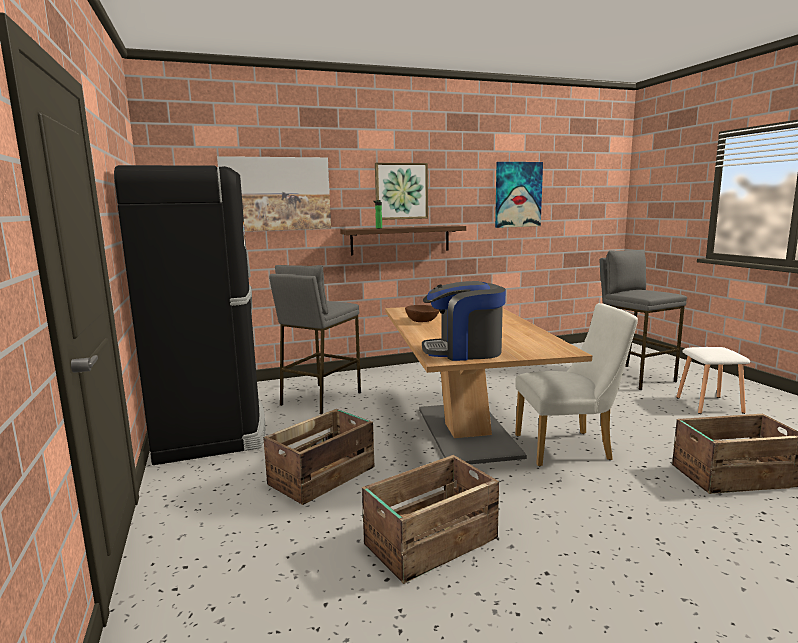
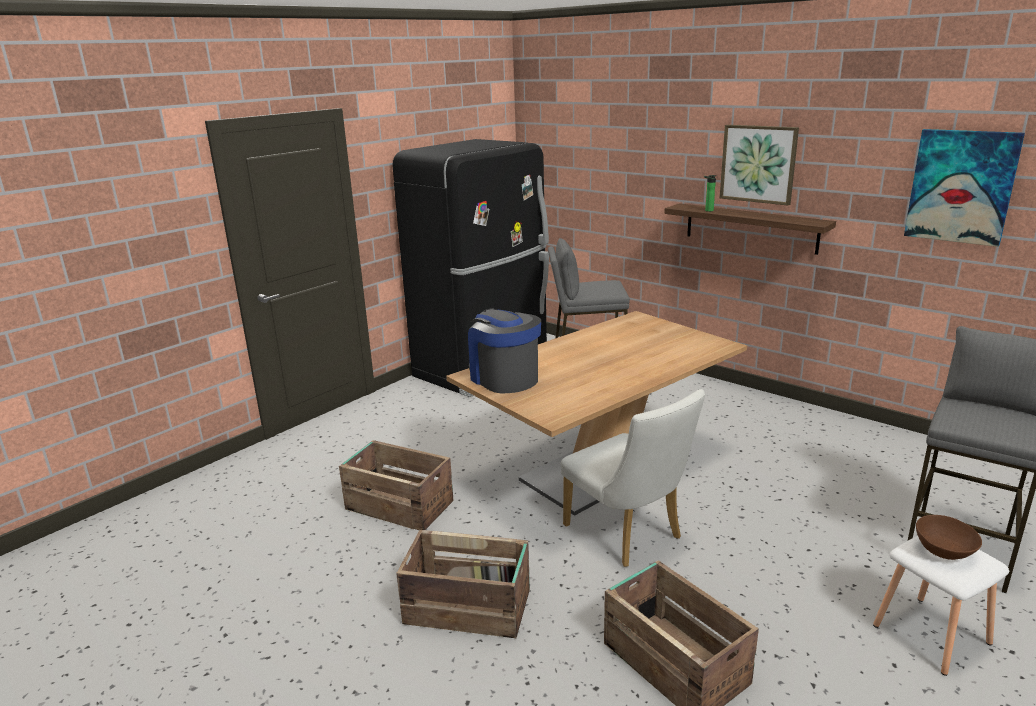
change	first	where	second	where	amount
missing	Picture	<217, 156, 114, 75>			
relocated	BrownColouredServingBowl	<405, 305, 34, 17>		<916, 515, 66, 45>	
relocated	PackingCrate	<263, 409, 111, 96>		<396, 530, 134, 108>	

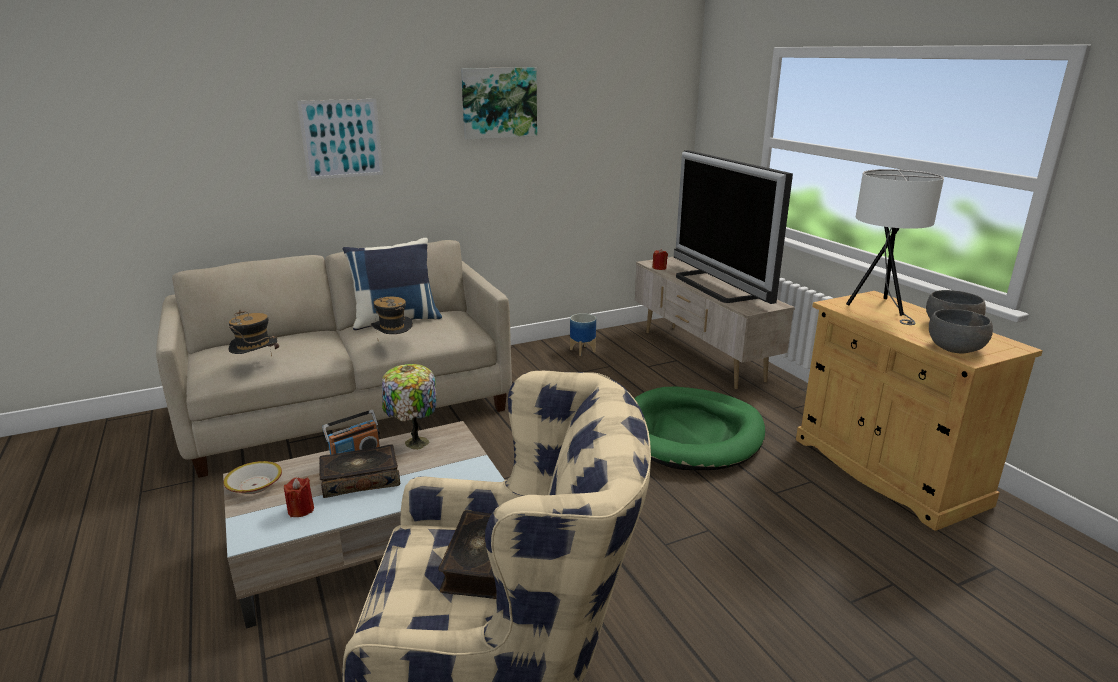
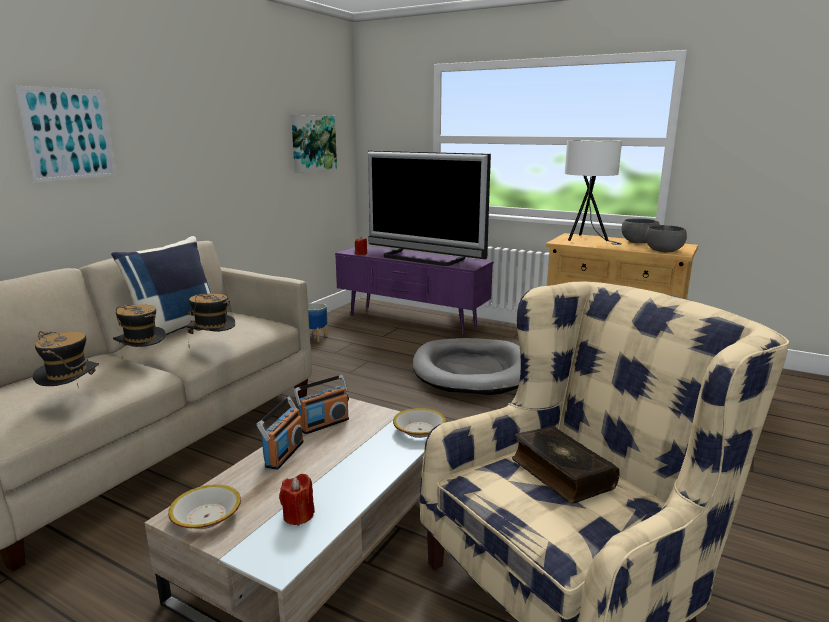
change	first	where	second	where	amount
relocated	Picture	<461, 67, 76, 73>		<291, 115, 46, 58>	
colour	BeigeMediaConsole	<635, 257, 160, 132>	PurpleMediaConsole	<335, 246, 159, 90>	
exchanged	TabletopLamp	<382, 364, 55, 86>	RadioSet	<294, 375, 55, 59>	
colour	GreenColouredDogBed	<634, 387, 131, 83>	GrayDogBed	<413, 338, 108, 57>	
missing	Volume	<319, 444, 81, 54>			
appeared			Hat	<113, 305, 53, 54>	
appeared			ServingBowl	<393, 408, 53, 30>	

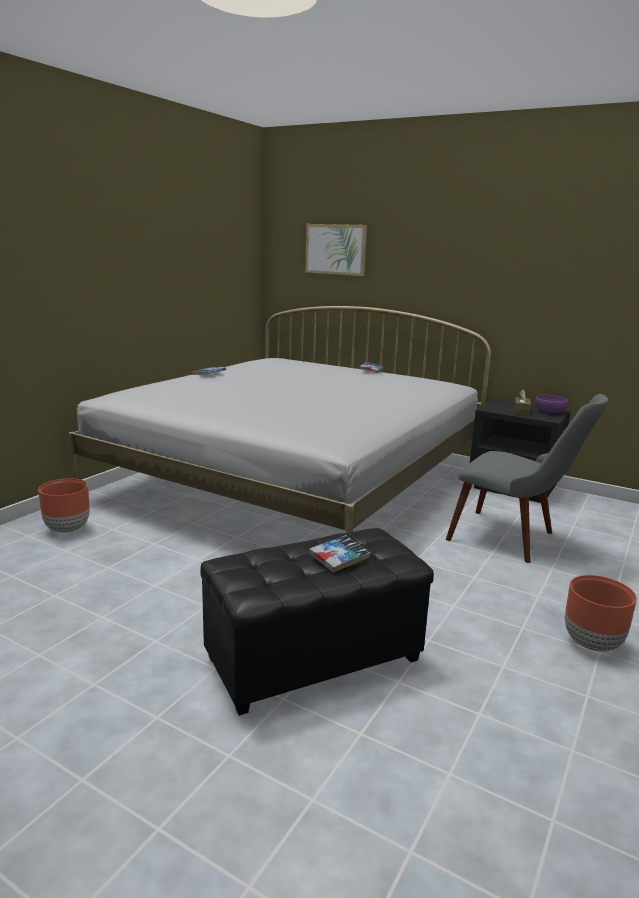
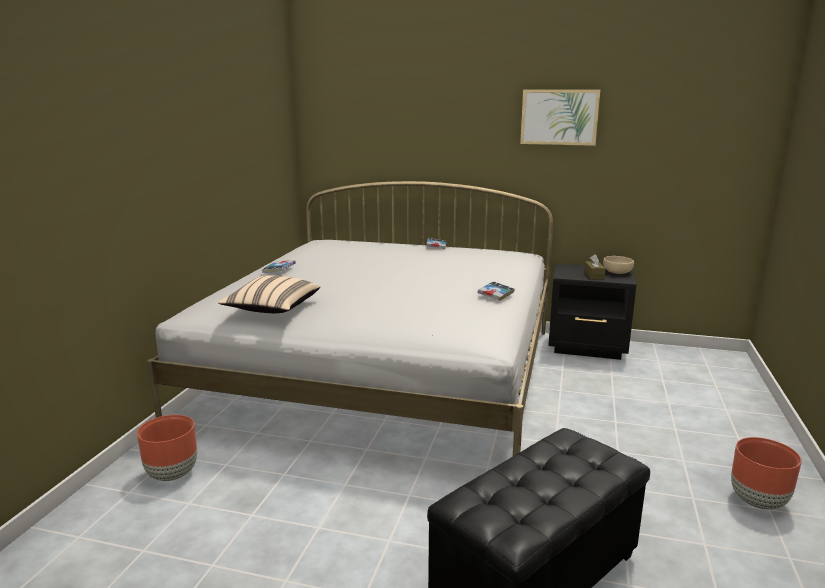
change	first	where	second	where	amount
relocated	Picture	<305, 224, 62, 52>		<520, 90, 80, 56>	
missing	GrayPlainChair	<446, 394, 162, 169>			
colour	PurpleServingBowl	<535, 395, 33, 18>	BeigeServingBowl	<603, 256, 31, 18>	
relocated	Volume	<309, 535, 62, 37>		<478, 281, 37, 20>	
appeared			BeigePillow	<218, 275, 102, 38>	

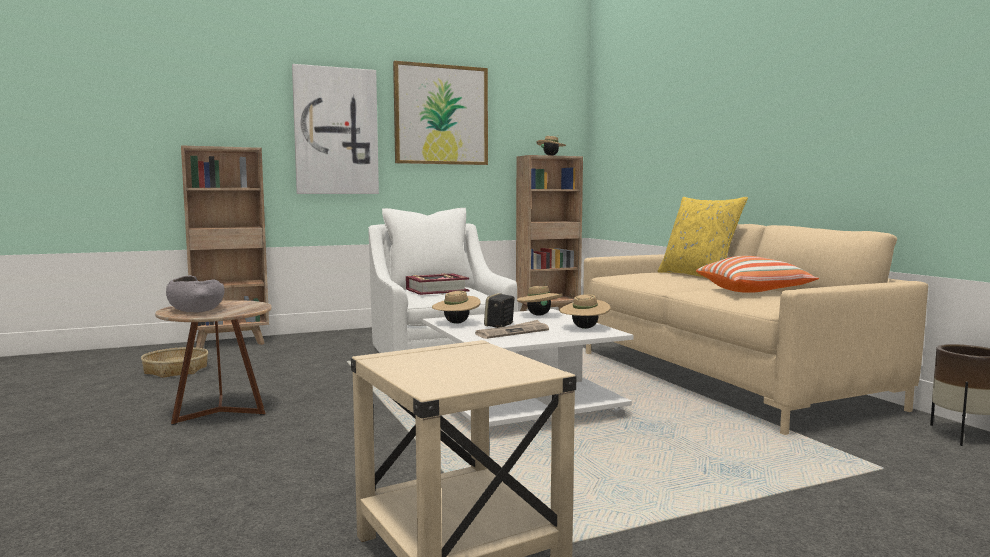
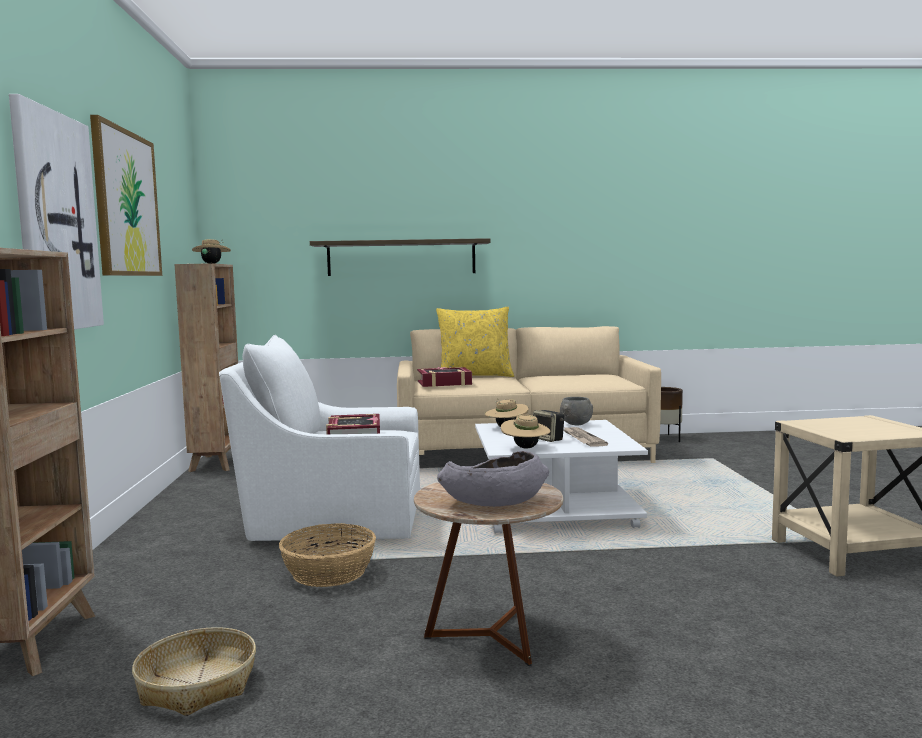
change	first	where	second	where	amount
missing	Pillow	<696, 256, 123, 37>			
exchanged	BeigeHat	<559, 294, 52, 35>	GrayServingBowl	<560, 397, 33, 29>	
appeared			WallShelf	<310, 238, 181, 38>	
appeared			Volume	<417, 367, 55, 20>	
appeared			StorageBasket	<279, 523, 97, 64>	

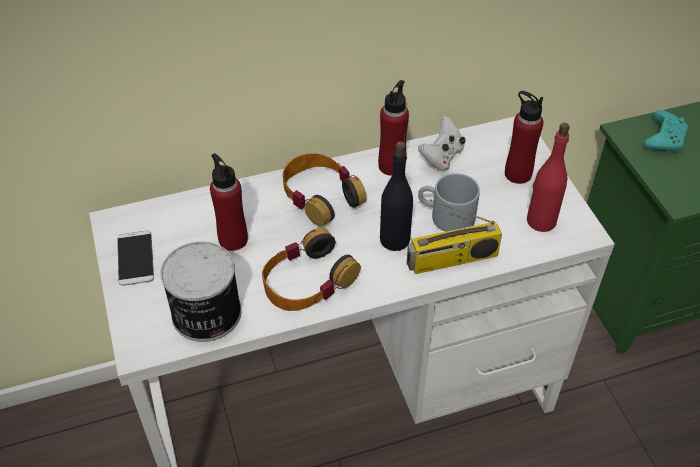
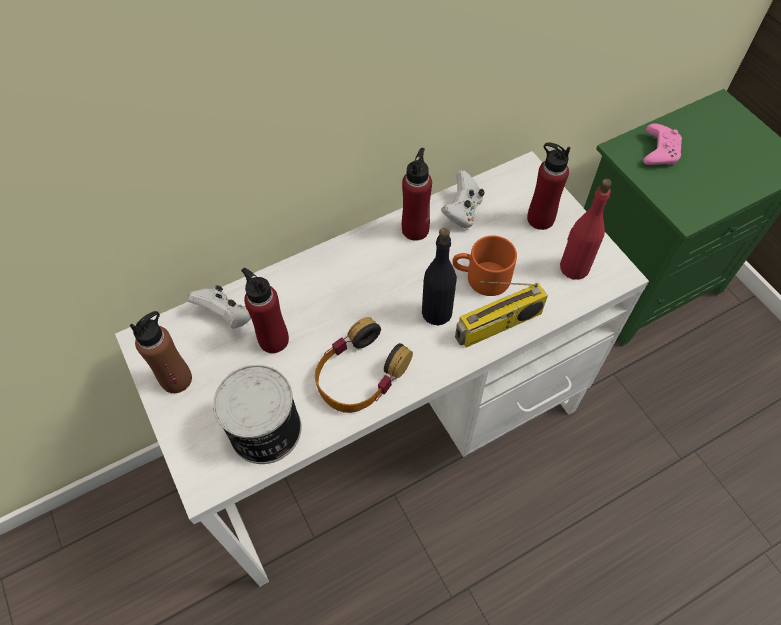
change	first	where	second	where	amount
colour	TurquoiseColouredJoypad	<644, 110, 44, 42>	PinkishJoypad	<643, 124, 39, 41>	
missing	PairOfHeadphones	<283, 153, 83, 73>			
colour	GrayTeaMug	<418, 173, 62, 59>	OrangeyTeaMug	<452, 235, 65, 61>	
exchanged	Phone	<117, 231, 37, 55>	BrownColouredBeverageBottle	<130, 311, 62, 82>	
appeared			WhitishJoypad	<188, 285, 63, 43>	

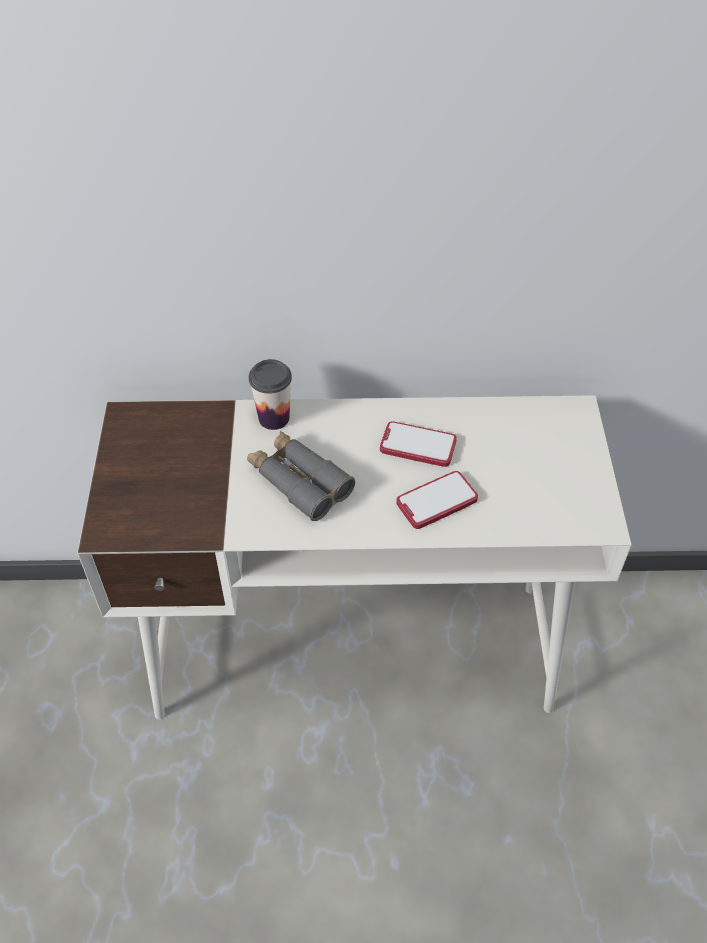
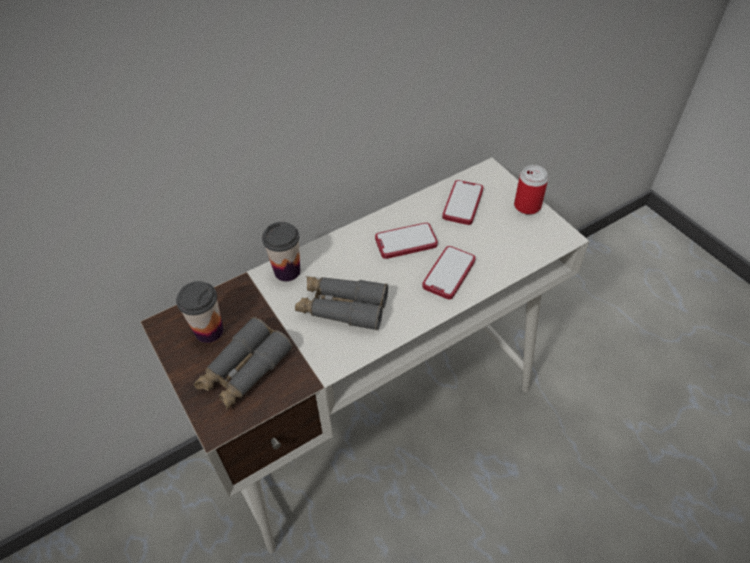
change	first	where	second	where	amount
appeared			SealedCan	<514, 165, 34, 50>	
appeared			Phone	<442, 180, 41, 45>	
appeared			DrinkingCup	<176, 281, 47, 62>	
appeared			GrayFieldGlasses	<194, 317, 99, 93>	

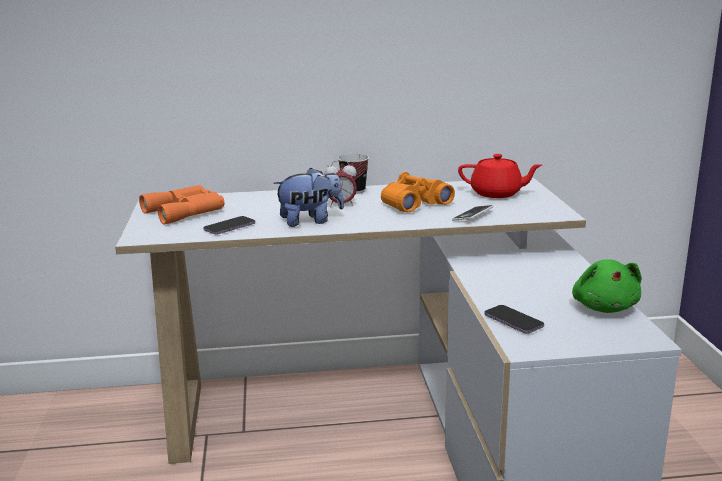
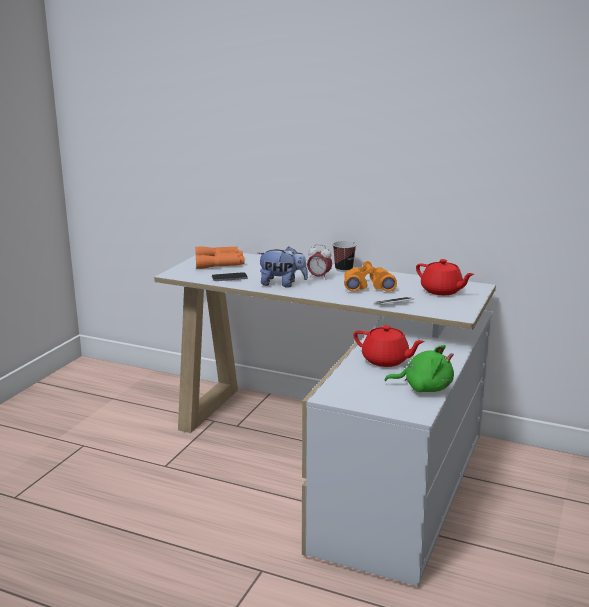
change	first	where	second	where	amount
spun	GreenColouredPlushToy	<572, 259, 69, 54>		<385, 345, 69, 47>	105 degrees counterclockwise
missing	Phone	<484, 305, 60, 29>			
appeared			RedColouredPotForTea	<353, 325, 72, 42>	

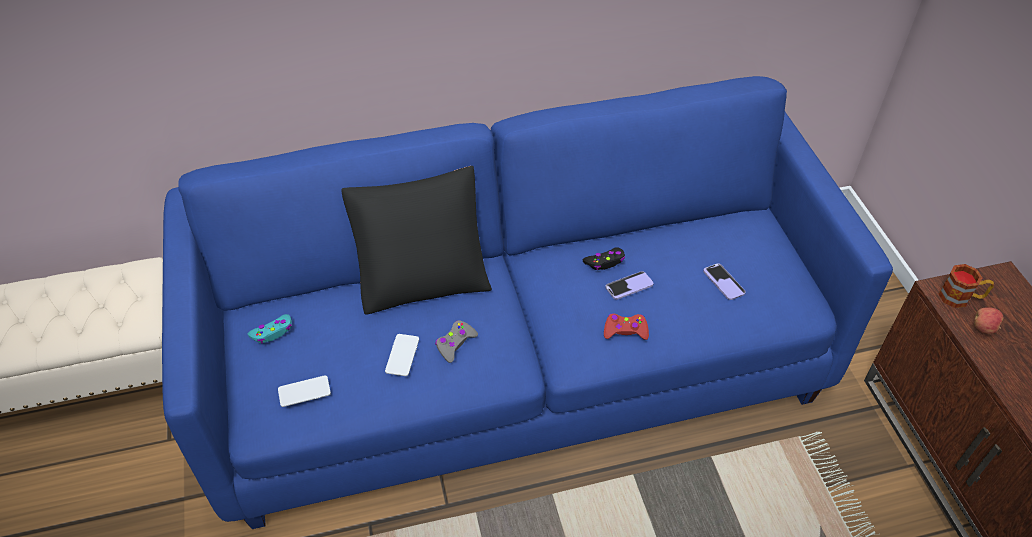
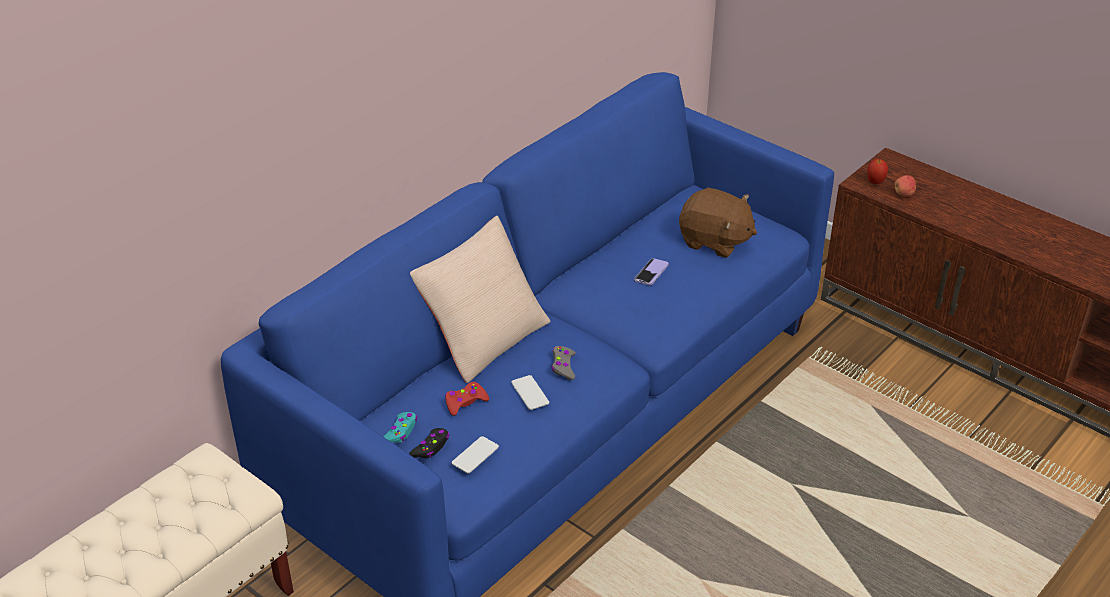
change	first	where	second	where	amount
colour	BlackColouredPillow	<341, 166, 151, 149>	BeigePillow	<410, 216, 141, 167>	
relocated	BlackColouredJoypad	<583, 247, 42, 23>		<409, 428, 41, 30>	
exchanged	Phone	<703, 263, 43, 37>	BrownColouredPlushToy	<679, 188, 78, 70>	
exchanged	TeaMug	<939, 264, 55, 44>	AppleFruit	<867, 159, 21, 25>	
relocated	RedColouredJoypad	<604, 313, 45, 27>		<445, 382, 44, 34>	

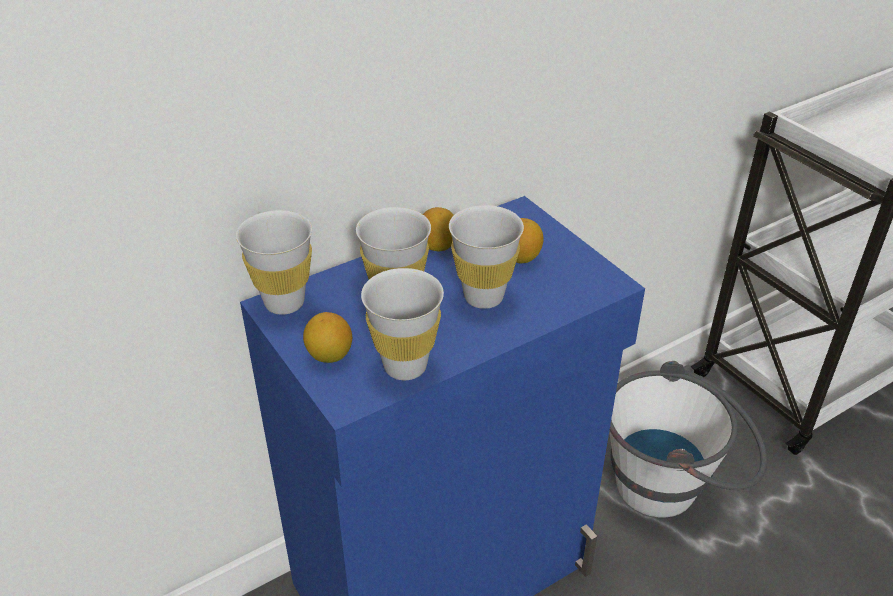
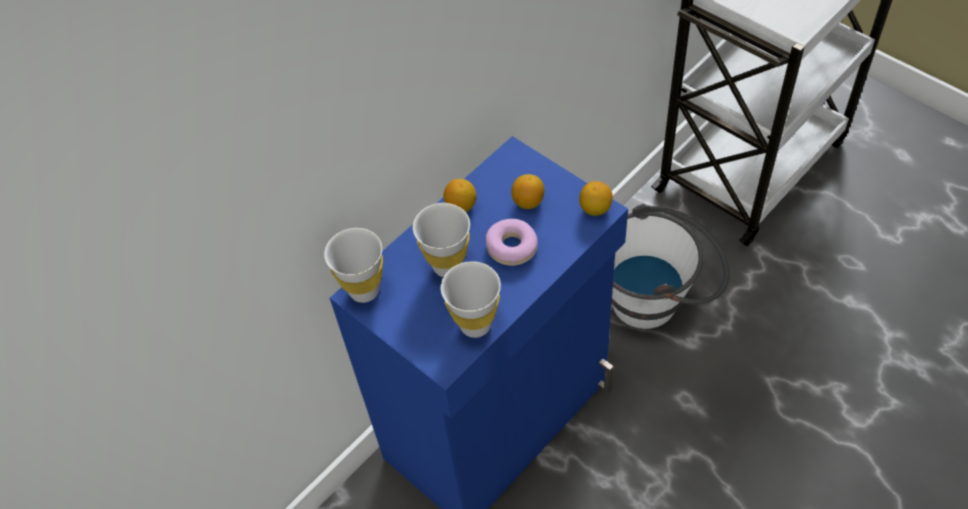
change	first	where	second	where	amount
exchanged	WhitishDrinkingCup	<449, 205, 75, 104>	Doughnut	<486, 219, 52, 47>	
relocated	Lemon	<303, 312, 49, 51>		<579, 181, 34, 35>	

